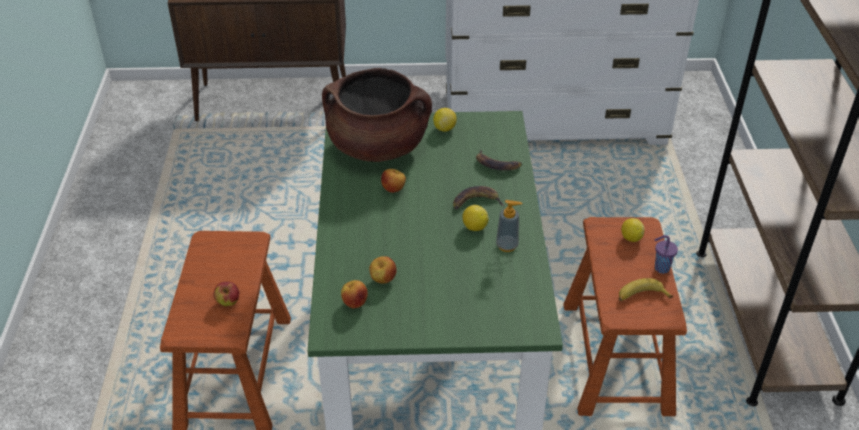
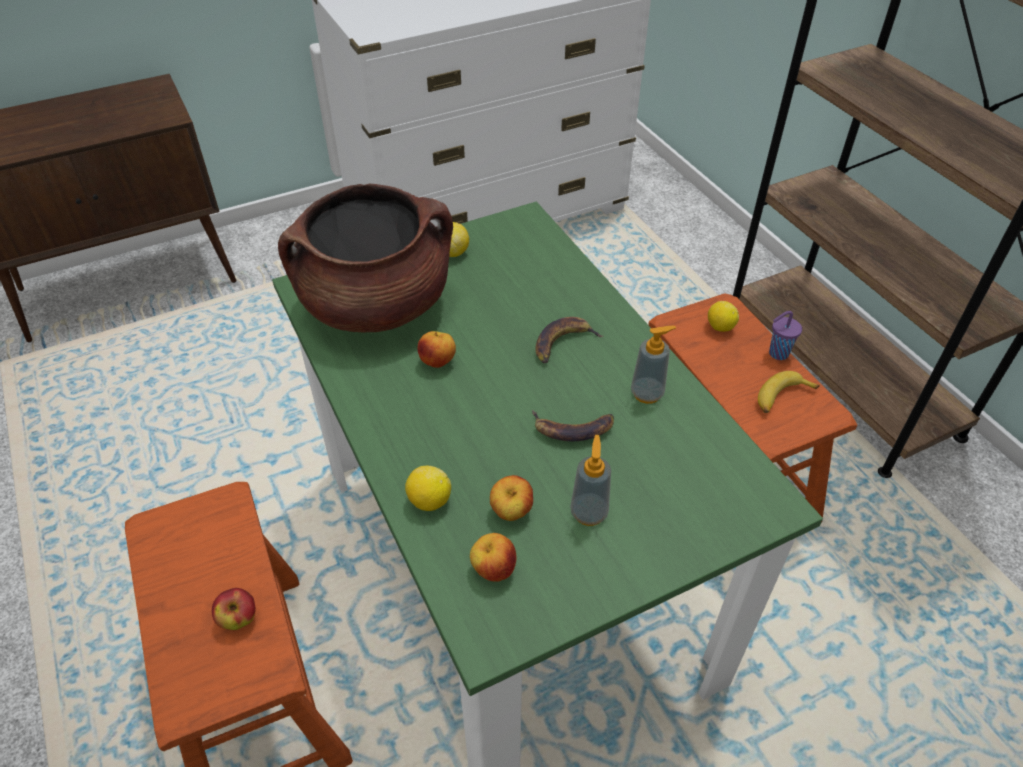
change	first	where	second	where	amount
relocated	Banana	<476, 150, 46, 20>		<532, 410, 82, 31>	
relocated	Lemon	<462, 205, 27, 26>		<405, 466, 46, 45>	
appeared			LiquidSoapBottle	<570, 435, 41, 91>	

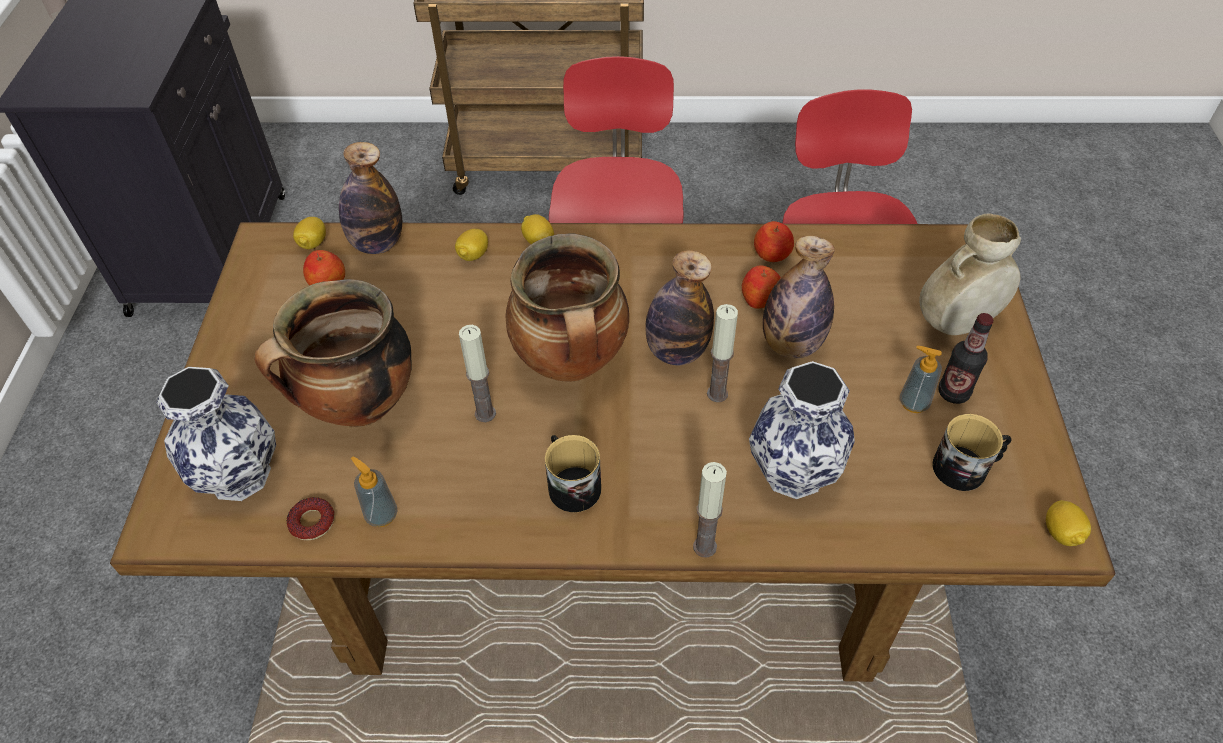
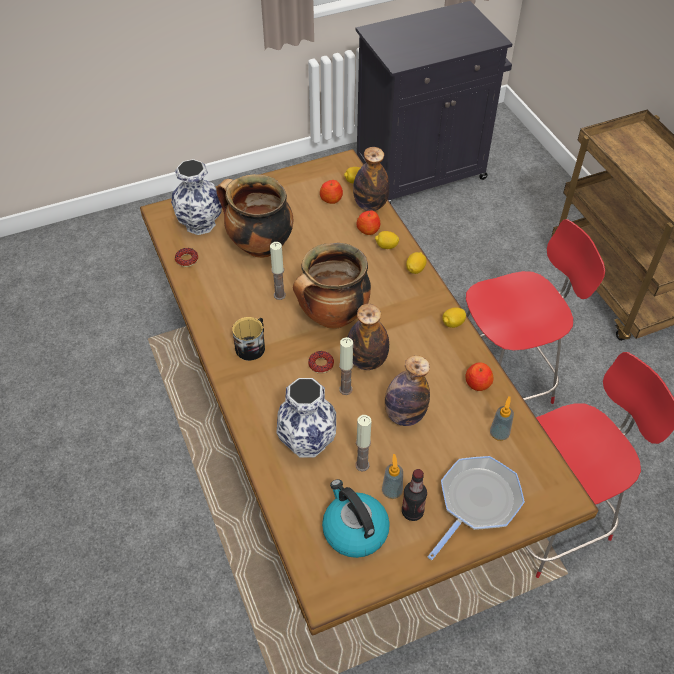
change	first	where	second	where	amount
exchanged	BeigeFlowerVase	<919, 213, 102, 122>	Pan	<428, 456, 97, 104>	
relocated	AppleFruit	<742, 265, 39, 44>		<357, 211, 23, 24>	
exchanged	TeaMug	<932, 414, 80, 77>	TeaKettle	<322, 479, 68, 79>	
relocated	LiquidSoapBottle	<351, 457, 47, 70>		<490, 396, 24, 45>	
relocated	WaxLight	<693, 462, 34, 96>		<355, 415, 16, 57>	
relocated	Lemon	<1046, 500, 45, 46>		<442, 307, 24, 21>	
appeared			Doughnut	<308, 351, 26, 23>	

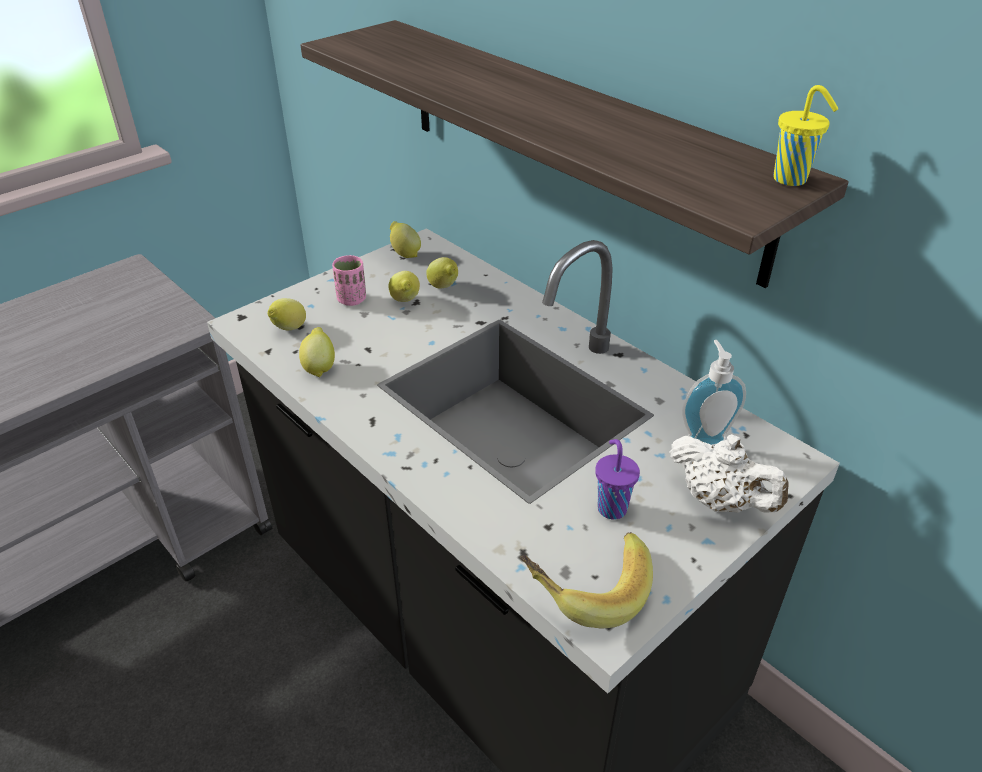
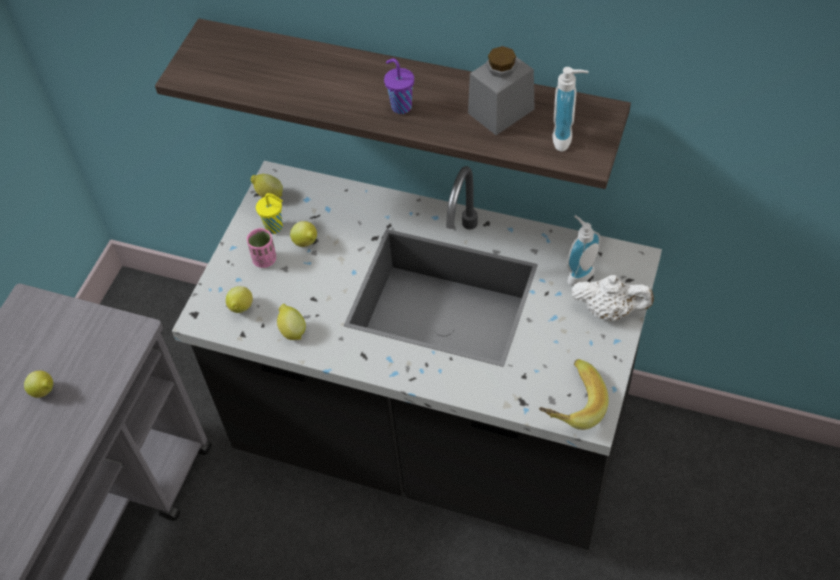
change	first	where	second	where	amount
relocated	YellowishDrinkingCup	<773, 85, 65, 101>		<256, 193, 27, 41>	
relocated	Lemon	<426, 257, 32, 31>		<24, 371, 29, 27>	
relocated	PurpleDrinkingCup	<596, 439, 44, 80>		<384, 58, 30, 56>	
appeared			GrayJar	<468, 46, 67, 89>	
appeared			LiquidSoapBottle	<552, 67, 36, 85>	

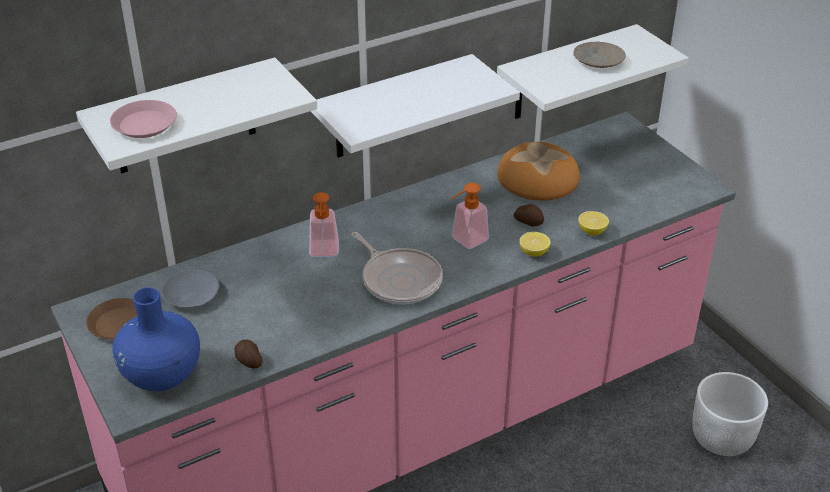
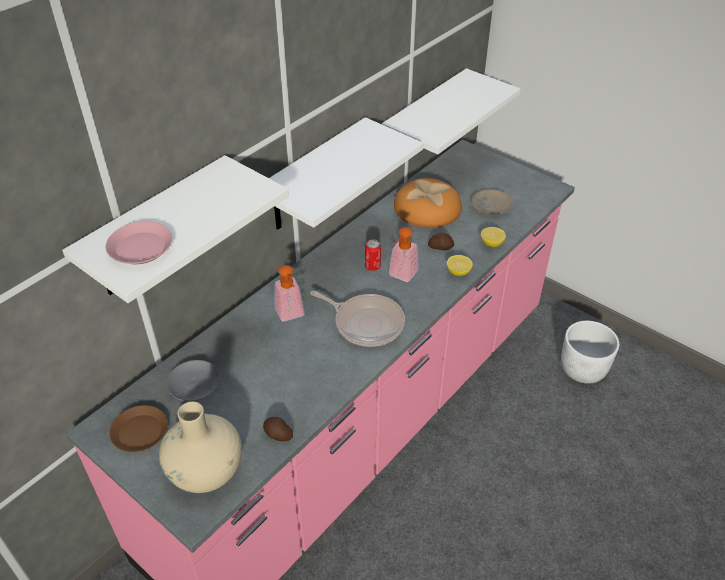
change	first	where	second	where	amount
relocated	BeigePlate	<573, 42, 53, 26>		<472, 189, 42, 26>	
colour	BluishFlowerVase	<113, 287, 87, 104>	BeigeFlowerVase	<159, 401, 83, 92>	
appeared			SealedCan	<365, 239, 16, 32>	

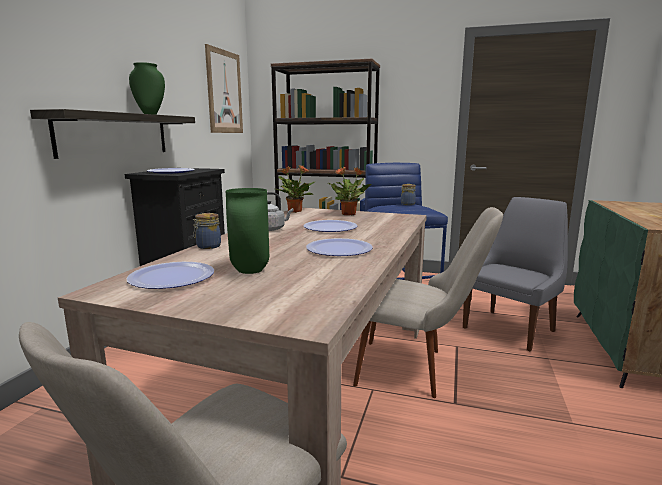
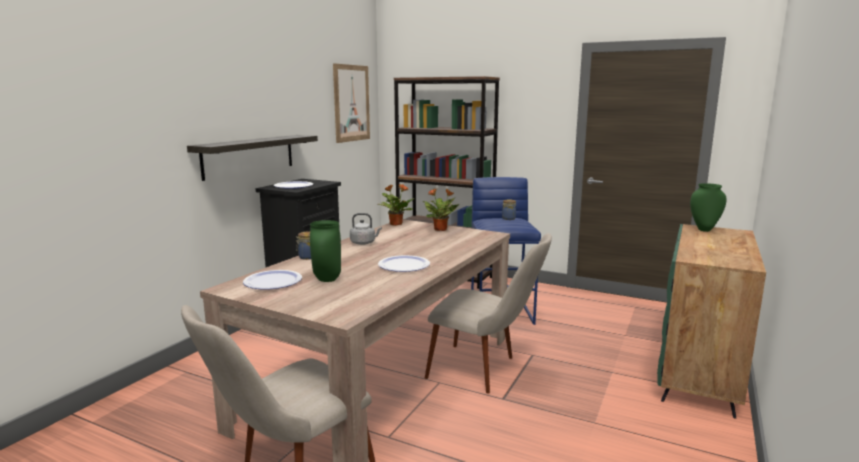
change	first	where	second	where	amount
relocated	GreenColouredFlowerVase	<129, 62, 36, 53>		<690, 183, 36, 49>	
missing	GrayPlainChair	<463, 197, 105, 155>			
missing	Plate	<304, 220, 53, 12>			

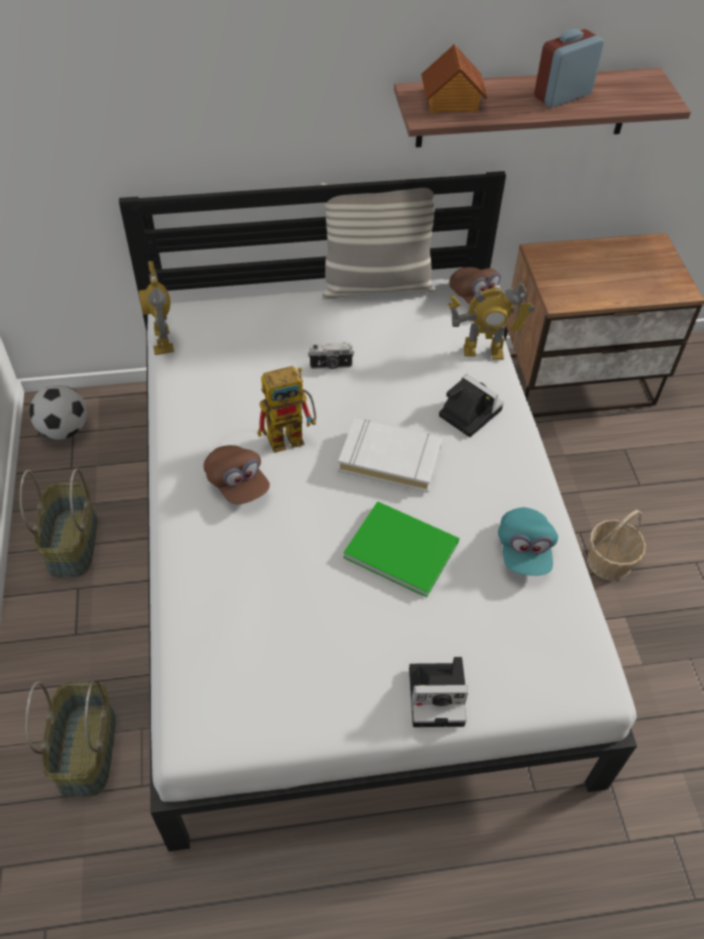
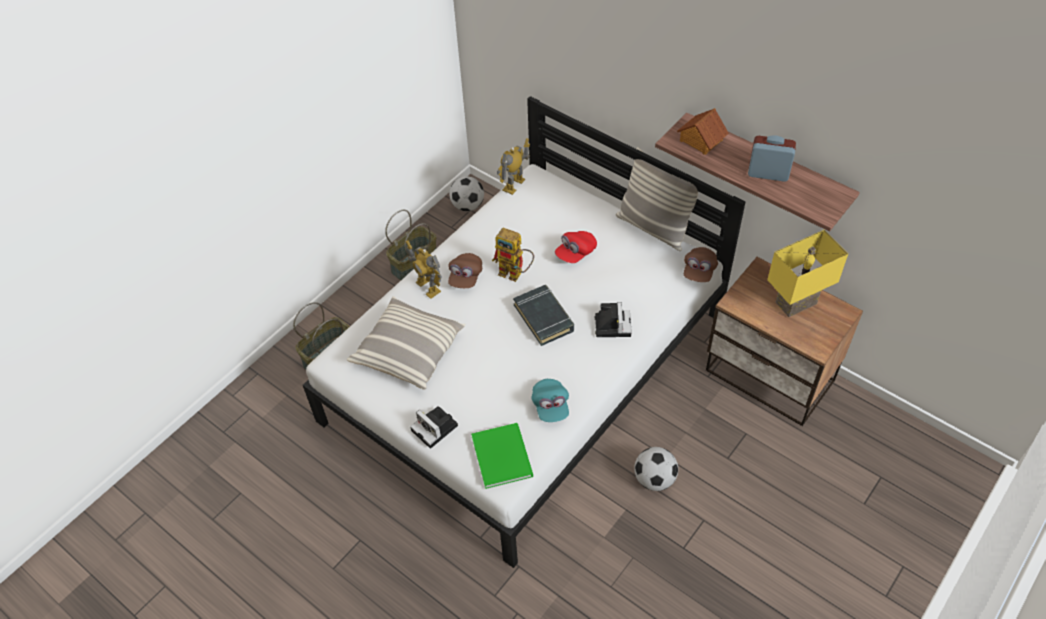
change	first	where	second	where	amount
relocated	ModelRobot	<448, 281, 87, 79>		<406, 240, 36, 59>	
exchanged	PhotoCamera	<308, 342, 46, 27>	RedColouredBaseballCap	<555, 231, 42, 32>	
colour	WhitishVolume	<338, 419, 104, 74>	BlackColouredVolume	<513, 285, 61, 61>	
relocated	GreenColouredVolume	<343, 501, 116, 97>		<471, 423, 62, 66>	
spun	TurquoiseColouredBaseballCap	<498, 507, 60, 69>		<532, 379, 37, 43>	60 degrees counterclockwise
exchanged	StorageBasket	<587, 510, 59, 71>	BallForFootball	<634, 447, 44, 44>	
appeared			YellowishTabletopLamp	<767, 230, 81, 87>	
appeared			Pillow	<347, 297, 119, 93>	

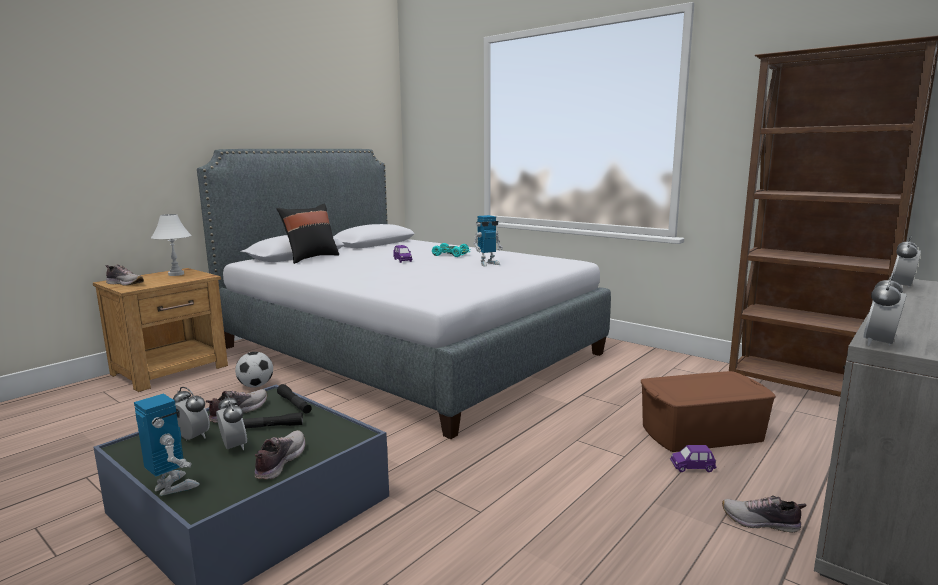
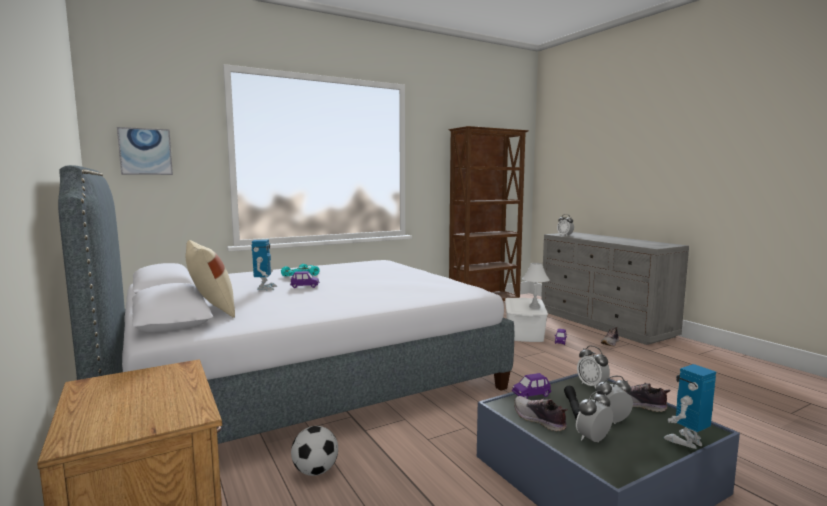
change	first	where	second	where	amount
colour	BlackColouredPillow	<277, 204, 62, 60>	BeigePillow	<185, 240, 50, 78>	
relocated	WhitishTabletopLamp	<151, 214, 40, 62>		<522, 263, 28, 46>	
relocated	ModelRobot	<473, 215, 30, 52>		<252, 240, 25, 50>	
missing	Shoe	<106, 265, 38, 21>			
relocated	TableClock	<863, 272, 44, 74>		<577, 346, 33, 43>	
colour	BrownColouredStorageBin	<641, 371, 135, 81>	WhitishStorageBin	<505, 298, 43, 44>	
exchanged	BlackColouredHandTorch	<277, 384, 35, 30>	PurpleModelCar	<512, 373, 39, 25>	
appeared			Picture	<117, 127, 56, 48>	

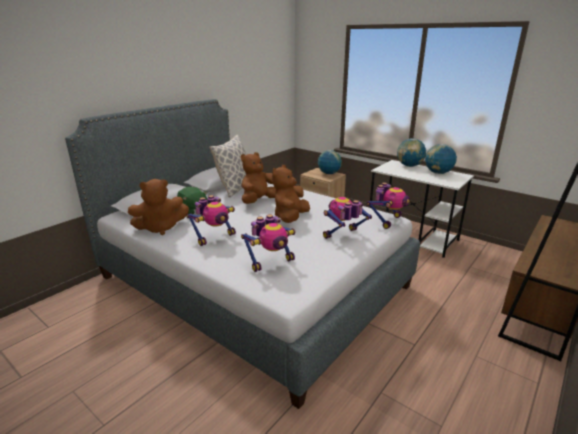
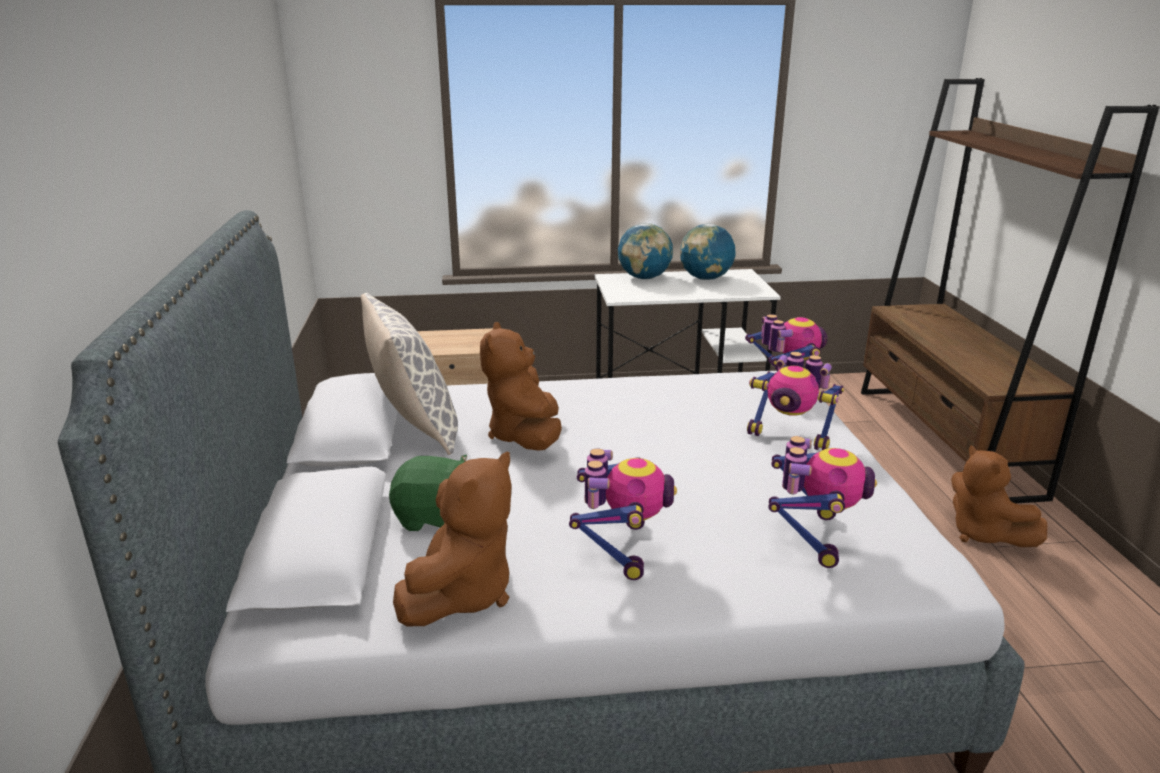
change	first	where	second	where	amount
missing	WorldGlobe	<318, 150, 24, 24>			
relocated	BrownColouredPlushToy	<272, 165, 38, 58>		<951, 445, 97, 102>	
spun	ModelRobot	<323, 197, 49, 42>		<747, 352, 97, 98>	75 degrees counterclockwise

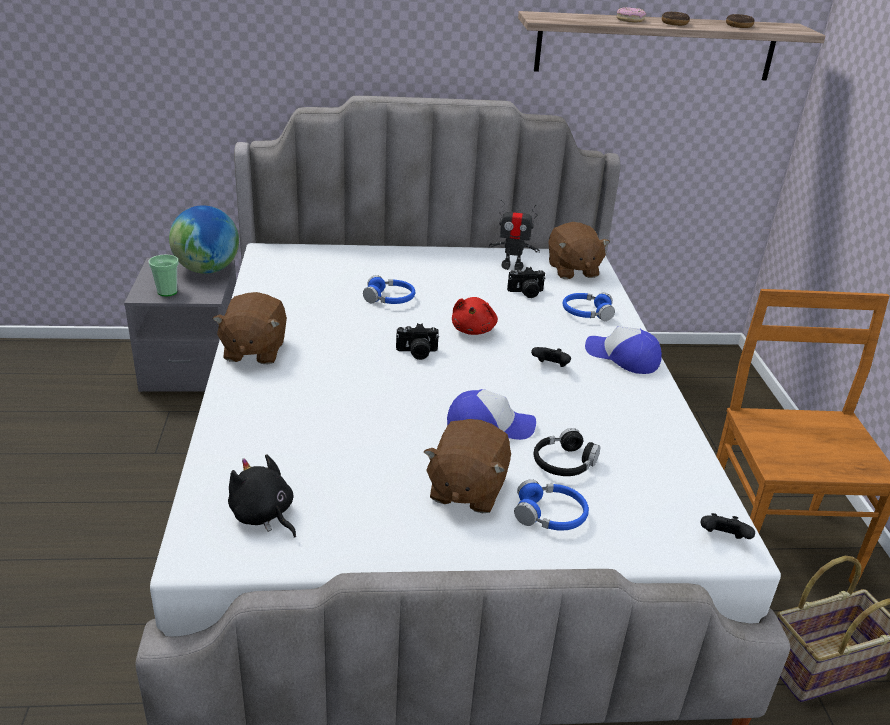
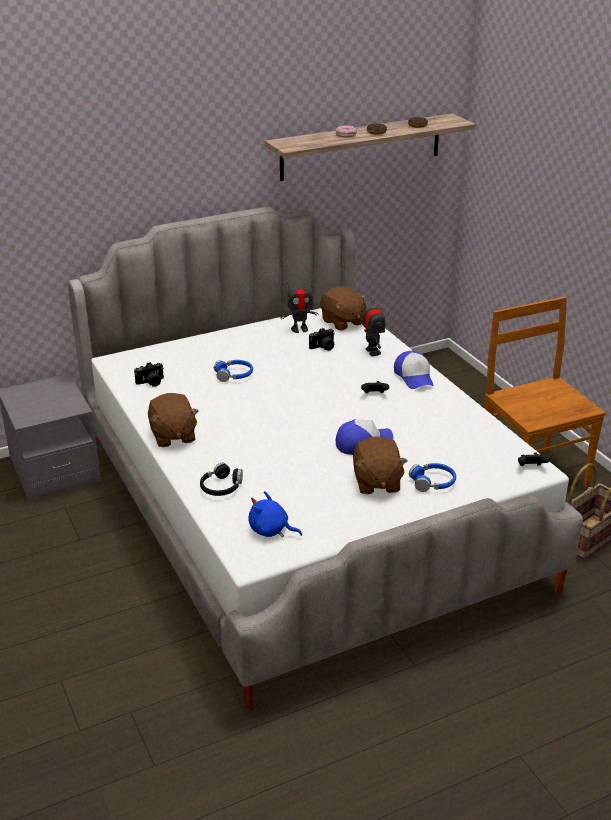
change	first	where	second	where	amount
missing	WorldGlobe	<169, 205, 70, 69>			
missing	DrinkingCup	<149, 255, 30, 41>			
exchanged	BluishPairOfHeadphones	<563, 293, 52, 28>	ModelRobot	<362, 298, 23, 59>	
missing	RedColouredPlushToy	<452, 297, 46, 38>			
relocated	PhotoCamera	<396, 323, 43, 37>		<134, 362, 30, 25>	
spun	BaseballCap	<585, 326, 77, 48>		<394, 351, 40, 38>	120 degrees counterclockwise
relocated	BlackColouredPairOfHeadphones	<534, 428, 66, 48>		<200, 463, 43, 33>	
colour	BlackColouredPlushToy	<228, 454, 68, 84>	BluishPlushToy	<248, 491, 54, 47>	

